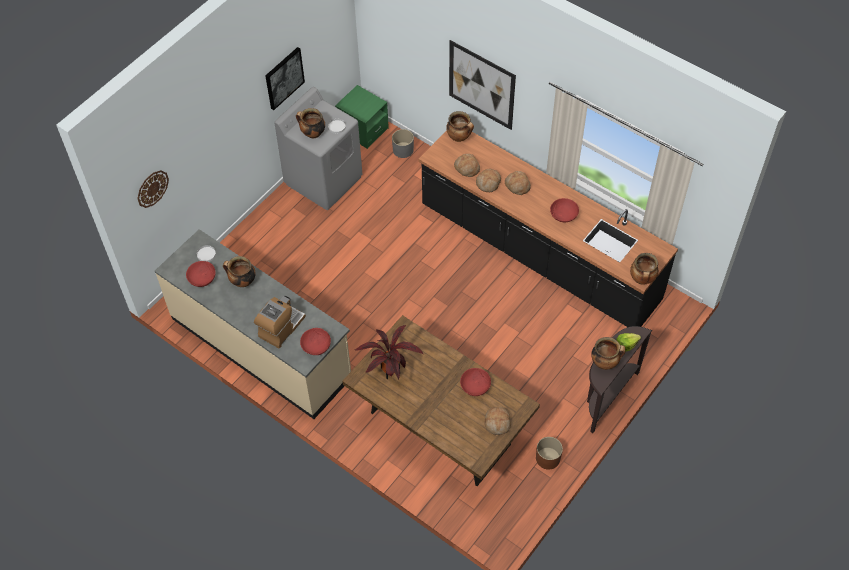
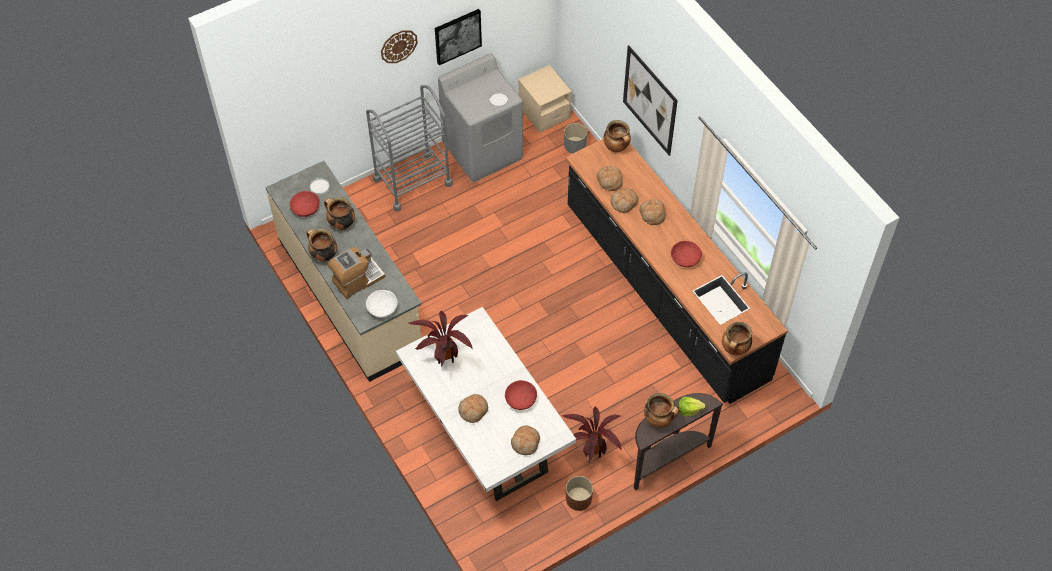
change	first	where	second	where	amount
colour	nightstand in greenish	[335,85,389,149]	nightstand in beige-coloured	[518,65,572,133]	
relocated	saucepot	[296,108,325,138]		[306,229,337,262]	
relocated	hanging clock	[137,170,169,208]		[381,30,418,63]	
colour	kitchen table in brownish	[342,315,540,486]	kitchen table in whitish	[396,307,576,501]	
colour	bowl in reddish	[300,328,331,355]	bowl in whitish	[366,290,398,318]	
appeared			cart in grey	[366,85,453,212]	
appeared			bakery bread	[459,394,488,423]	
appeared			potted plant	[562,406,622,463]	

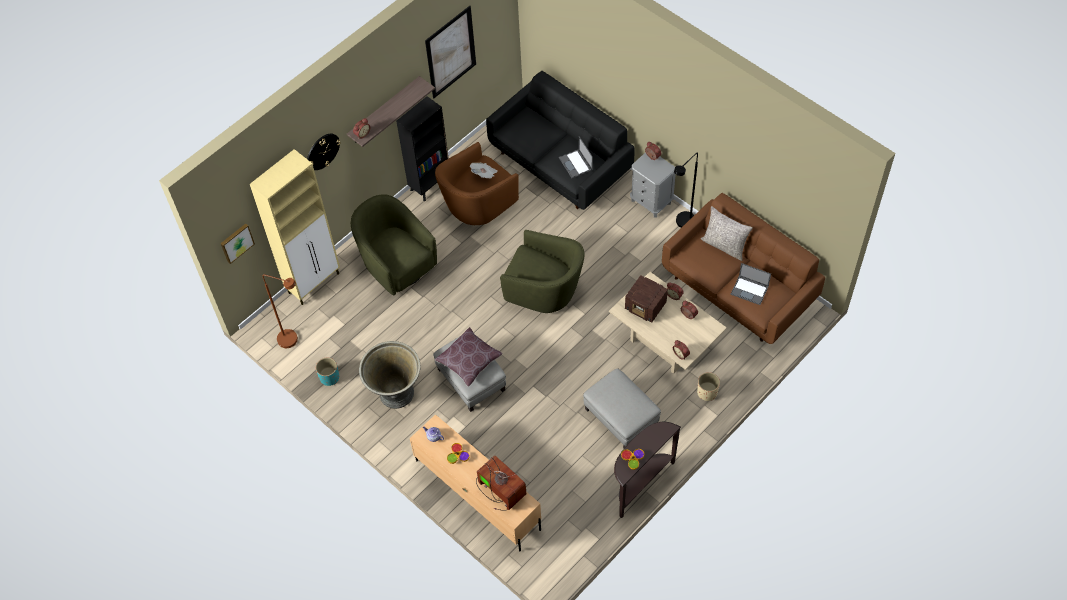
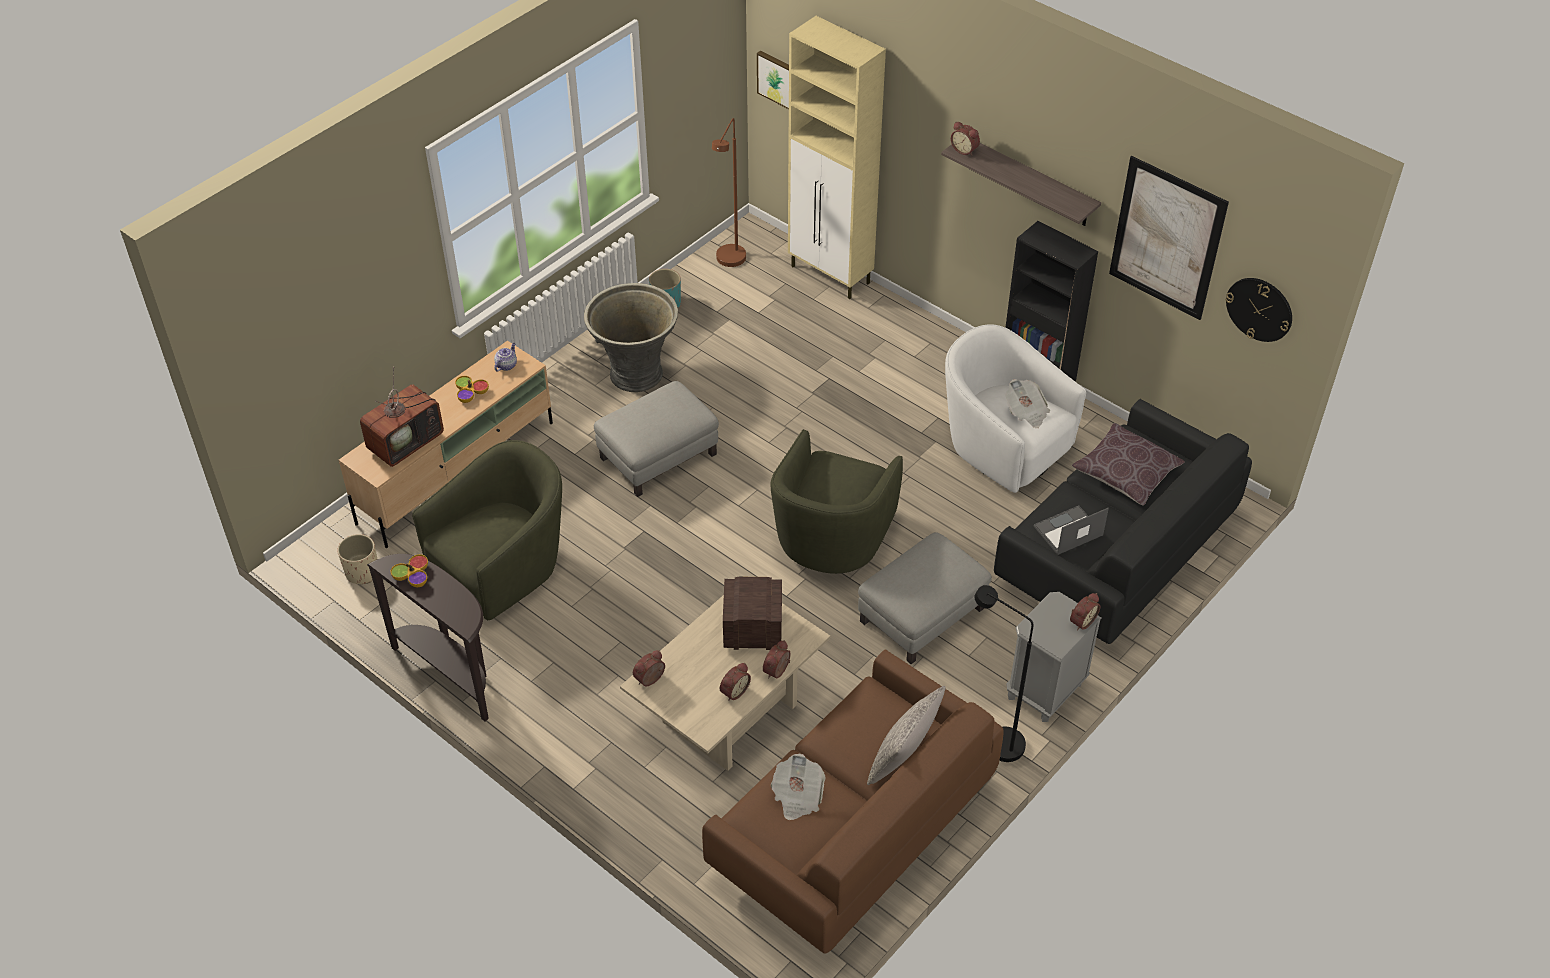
change	first	where	second	where	amount
relocated	hanging clock	[307,134,341,170]		[1226,278,1292,342]	
colour	lounge chair in brownish	[435,142,519,225]	lounge chair in whitish	[945,324,1086,493]	
relocated	lounge chair in greenish	[351,194,437,296]		[412,440,562,620]	
exchanged	portable computer	[731,263,771,305]	newspaper	[771,754,826,820]	
spun	radio receiver	[625,275,668,323]		[723,577,782,650]	60 degrees clockwise
relocated	cushion in brownish	[435,327,503,387]		[1072,423,1185,505]	
relocated	pouffe in grey	[583,368,661,448]		[858,532,992,664]	
relocated	plant pot in beige-coloured	[697,372,720,401]		[337,534,377,584]	

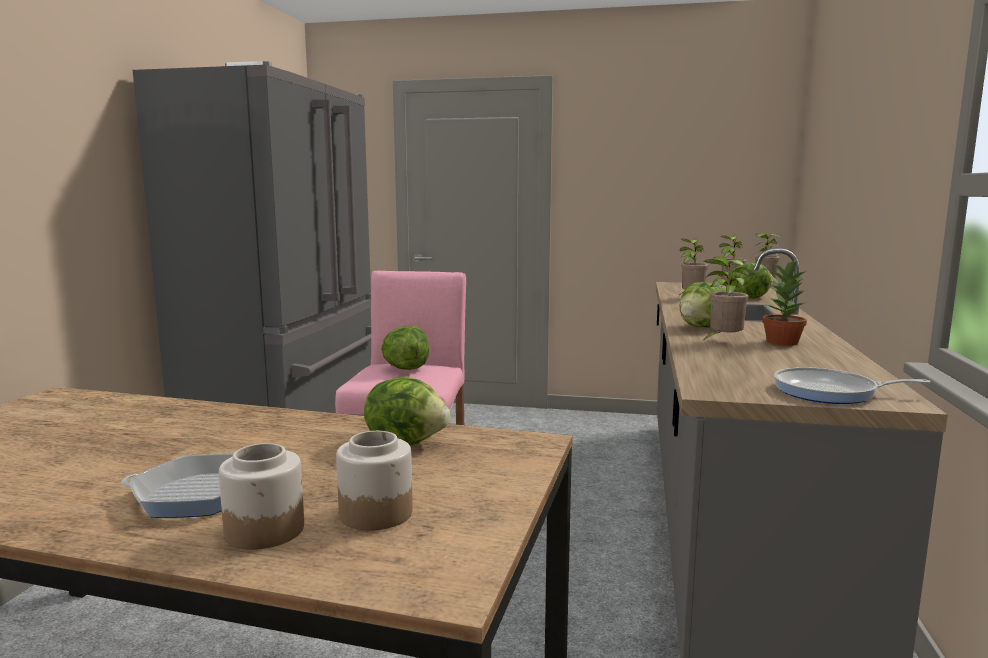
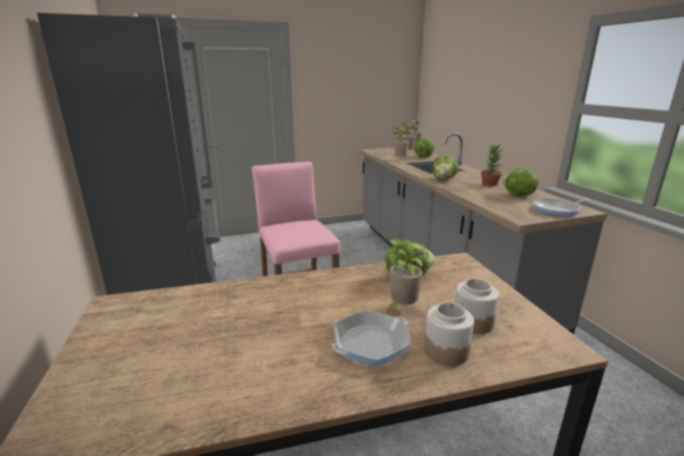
change	first	where	second	where	amount
relocated	potted plant	[704,257,750,339]		[386,238,423,313]	
relocated	lettuce	[381,326,429,370]		[502,168,539,196]	

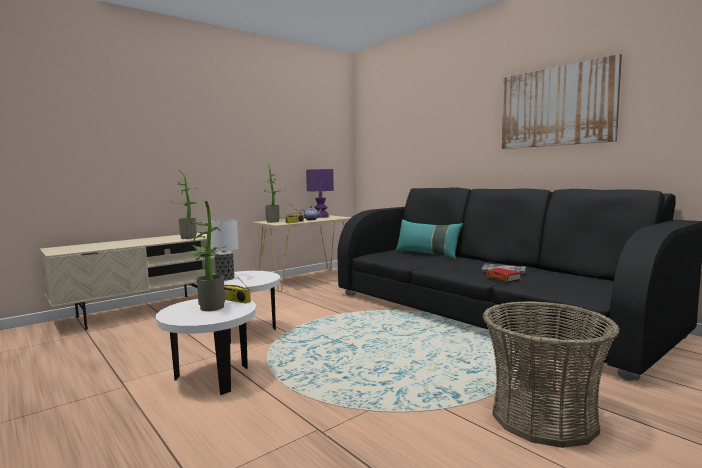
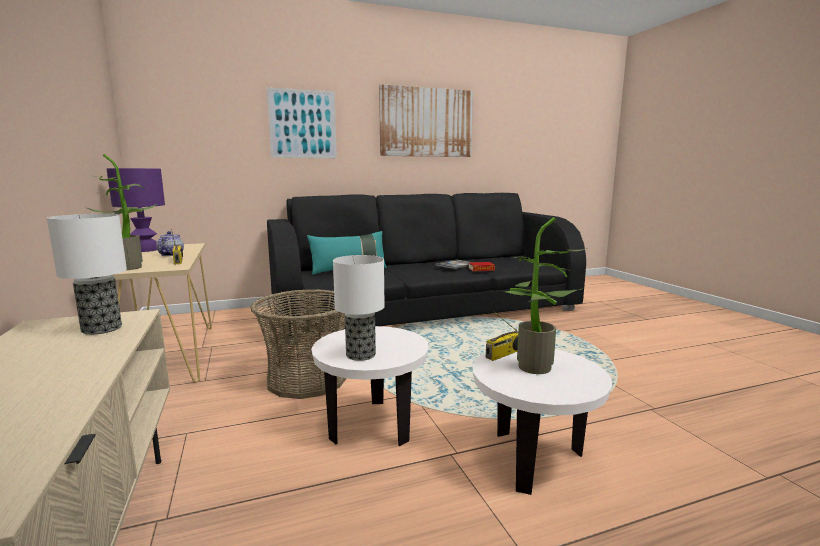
change	first	where	second	where	amount
exchanged	potted plant	[170,170,207,239]	tabletop lamp	[47,214,127,335]	
relocated	household basket	[483,301,620,448]		[251,289,347,399]	
appeared			wall art	[267,87,337,158]	

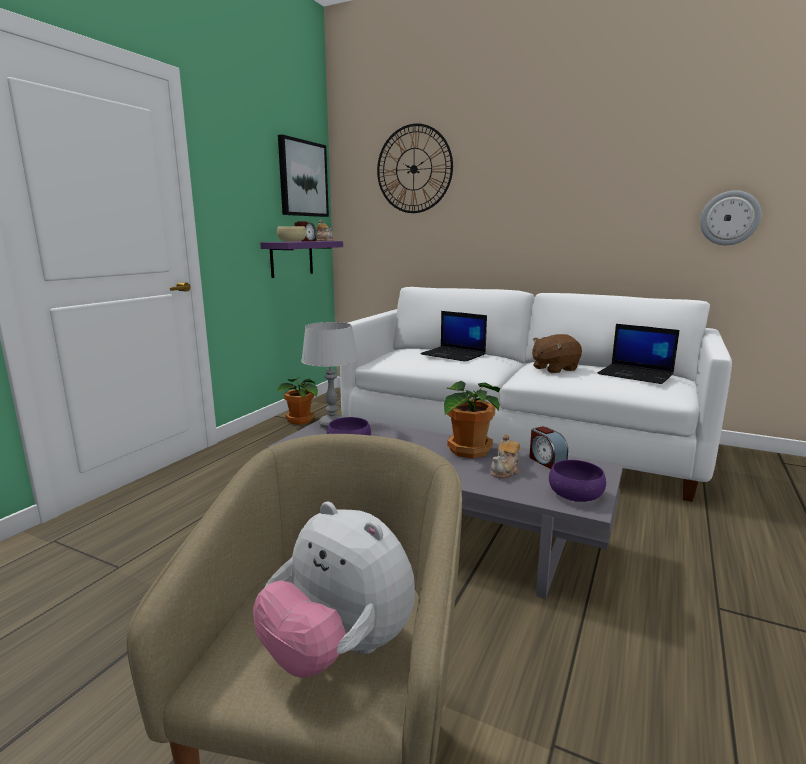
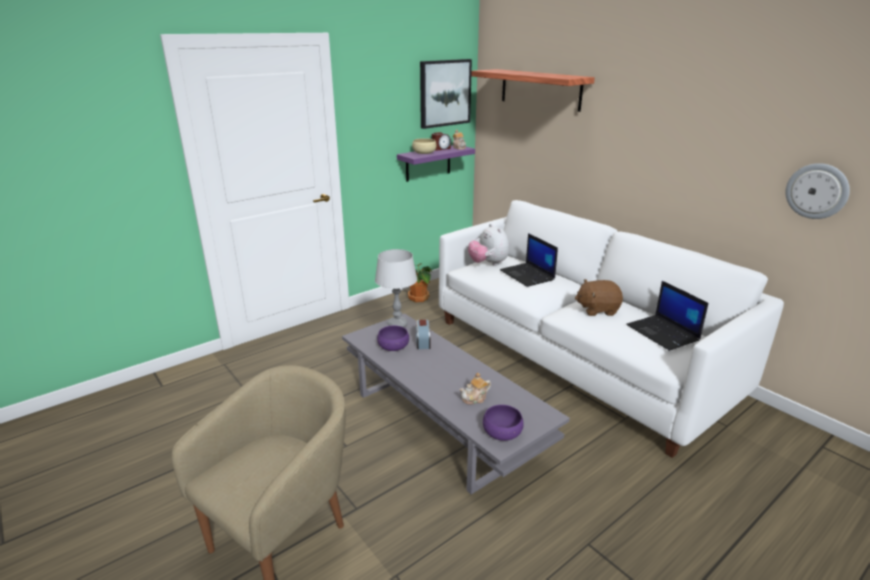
change	first	where	second	where	amount
exchanged	hanging clock	[377,123,453,213]	bracket shelf	[471,69,595,112]	
missing	potted plant	[444,381,501,458]			
relocated	bedside clock	[529,426,568,469]		[416,320,430,349]	
relocated	soft toy	[253,502,415,678]		[468,224,510,266]	

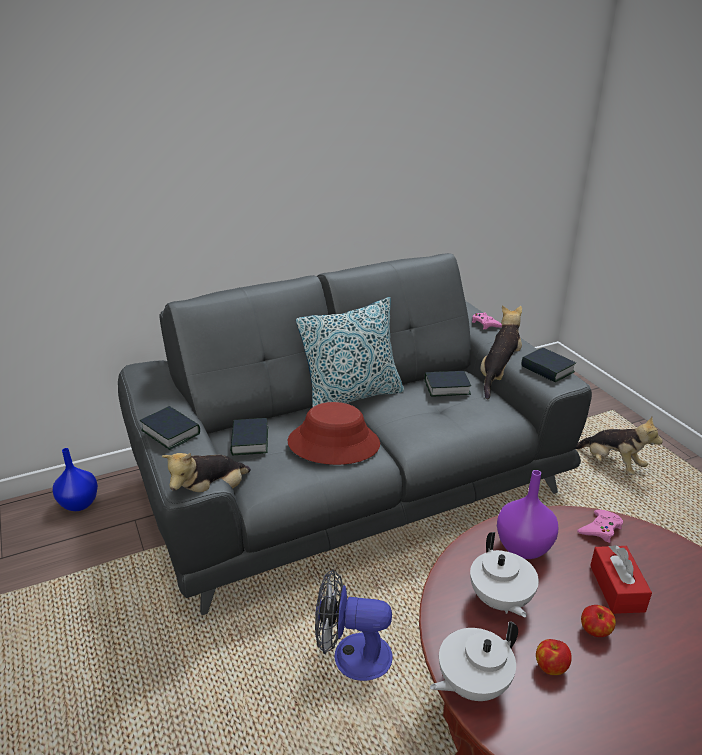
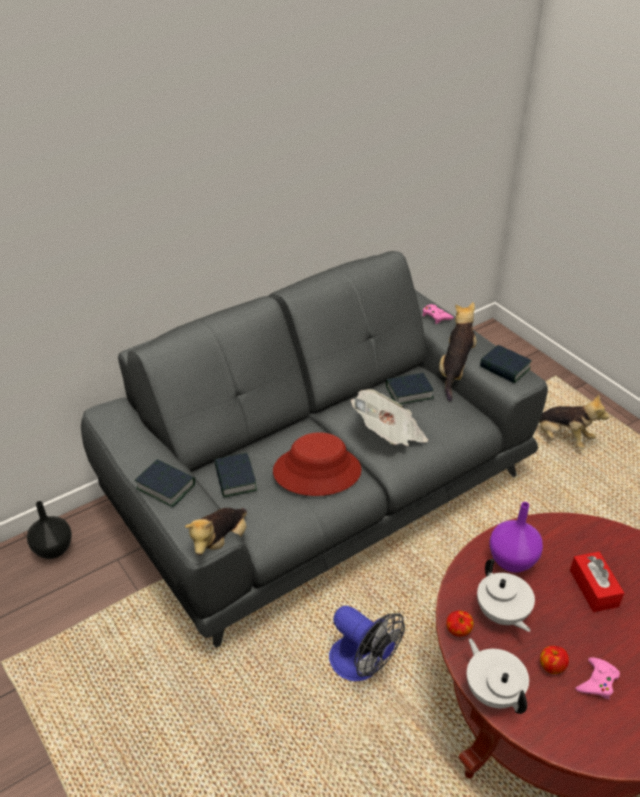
change	first	where	second	where	amount
missing	cushion	[296,297,404,408]			
colour	flower vase in blue	[53,448,98,511]	flower vase in black-coloured	[27,501,72,559]	
relocated	game controller in pink-coloured	[577,510,623,543]		[575,657,620,700]	
spun	cooling fan	[315,569,393,681]		[329,606,405,681]	135 degrees counterclockwise
relocated	apple fruit	[581,605,616,637]		[446,611,474,637]	
spun	teapot in whitish	[430,621,518,701]		[467,638,529,714]	105 degrees clockwise
appeared			newspaper	[351,389,428,446]	

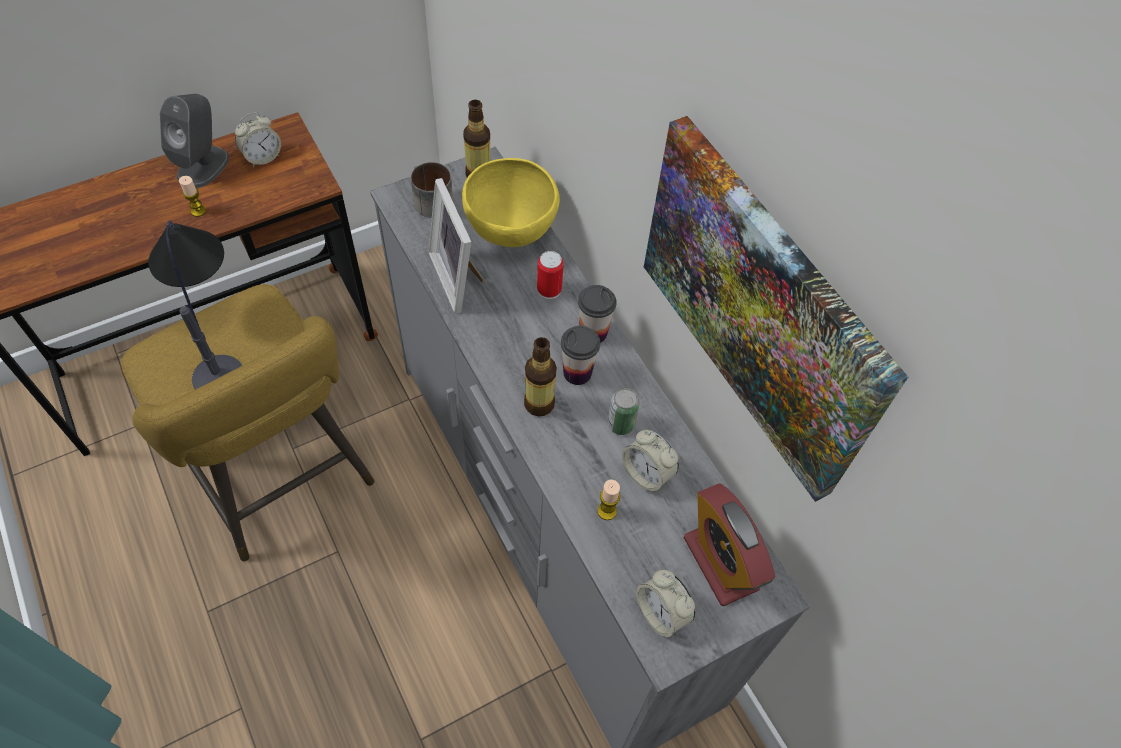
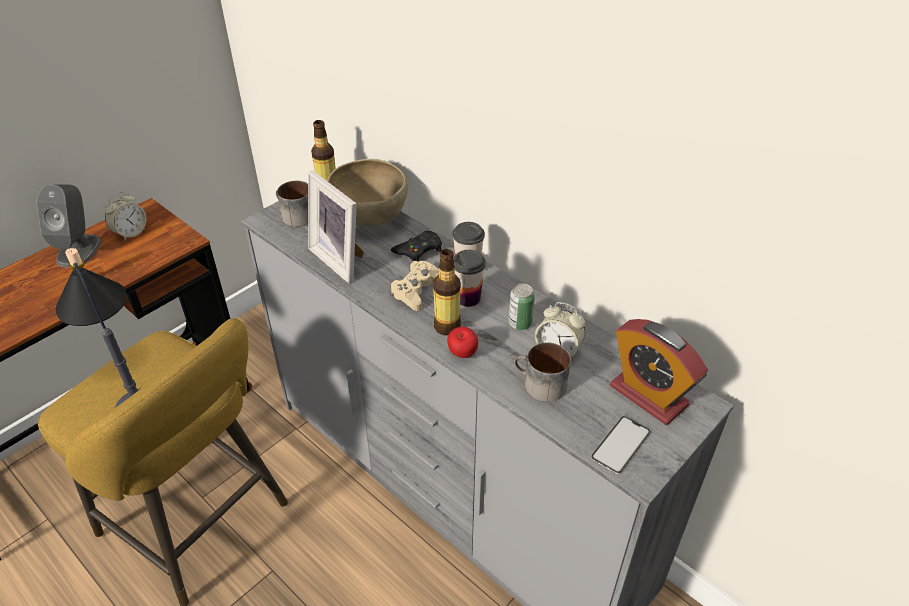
change	first	where	second	where	amount
missing	wall art	[644,116,908,502]			
colour	bowl in yellow-coloured	[462,158,560,247]	bowl in brownish	[327,159,408,227]	
exchanged	can	[537,251,564,299]	game controller in black-coloured	[391,230,442,262]	
exchanged	wax light	[597,480,620,520]	coffee mug	[514,342,571,402]	
exchanged	bedside clock	[636,570,695,637]	telephone	[591,416,651,474]	
appeared			game controller in beige-coloured	[390,261,439,311]	
appeared			apple fruit	[447,327,478,358]	

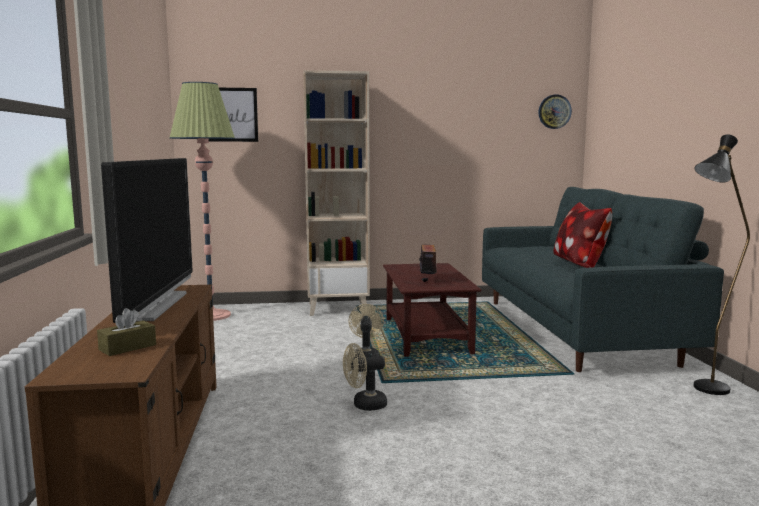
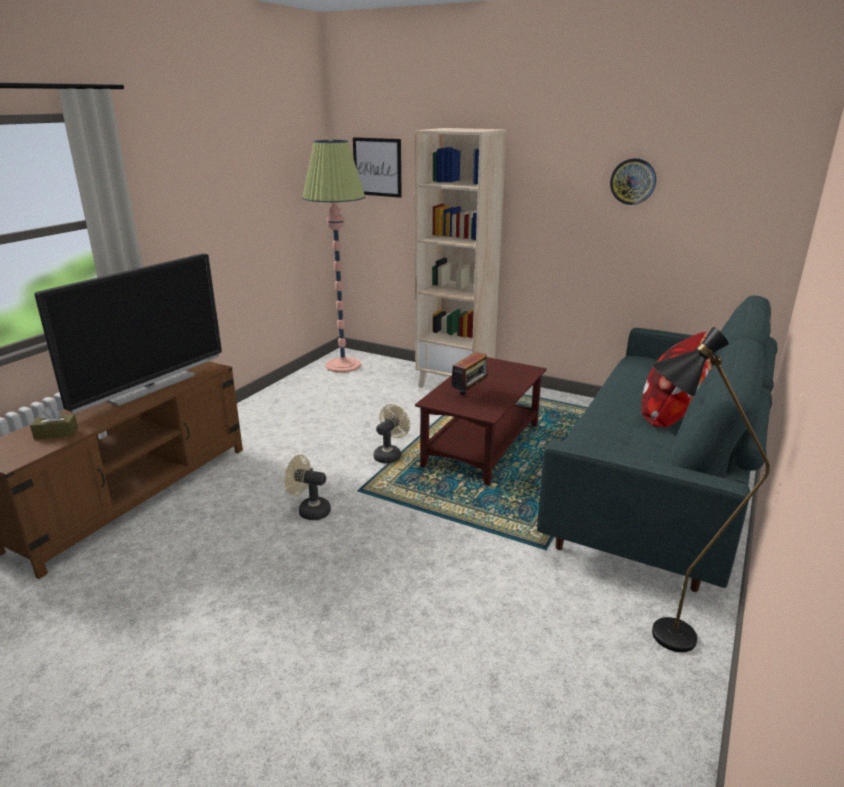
change	first	where	second	where	amount
relocated	hanging clock	[539,95,572,129]		[610,158,656,205]	

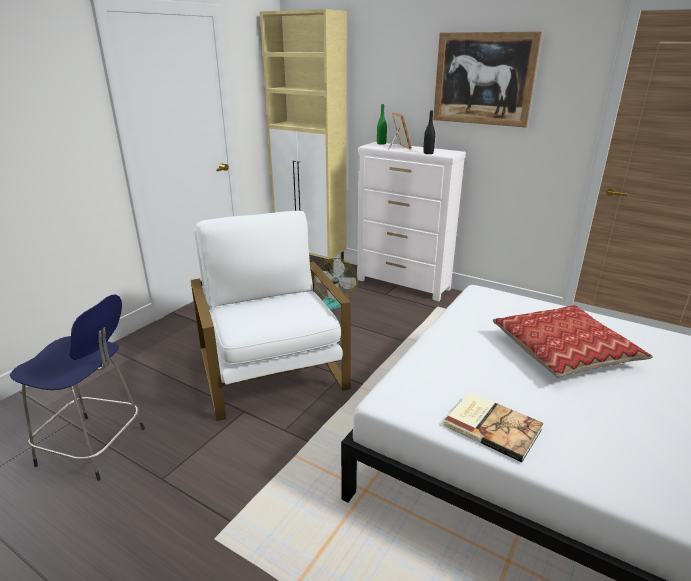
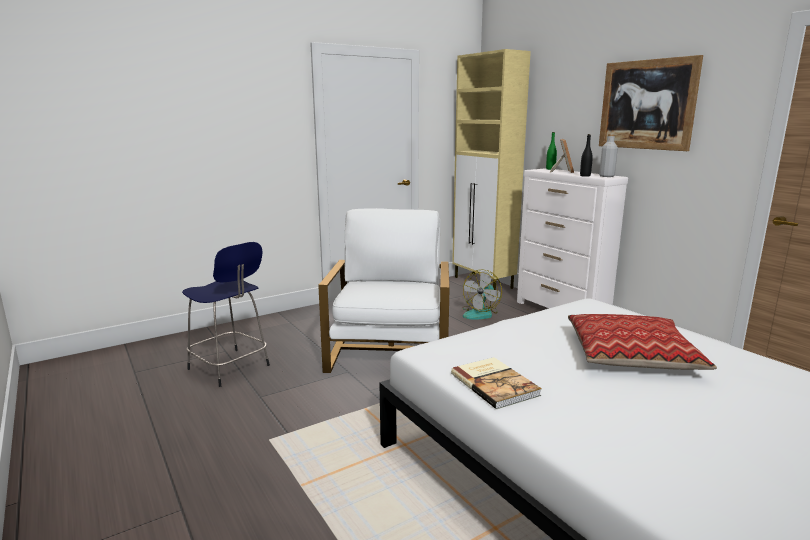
change	first	where	second	where	amount
appeared			beverage bottle in grey	[599,134,618,177]	

